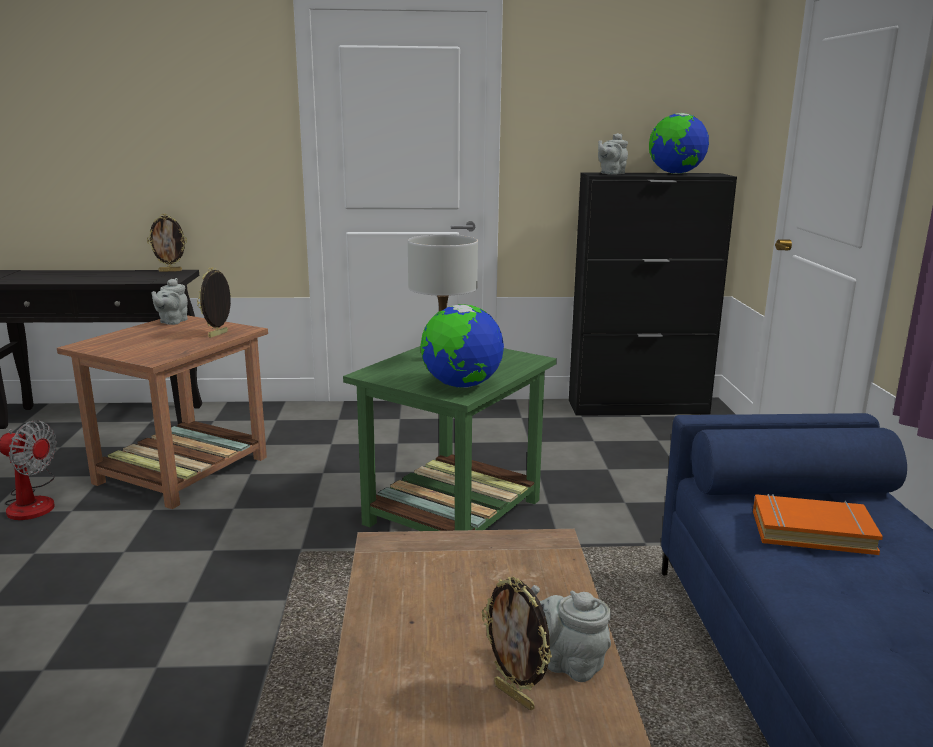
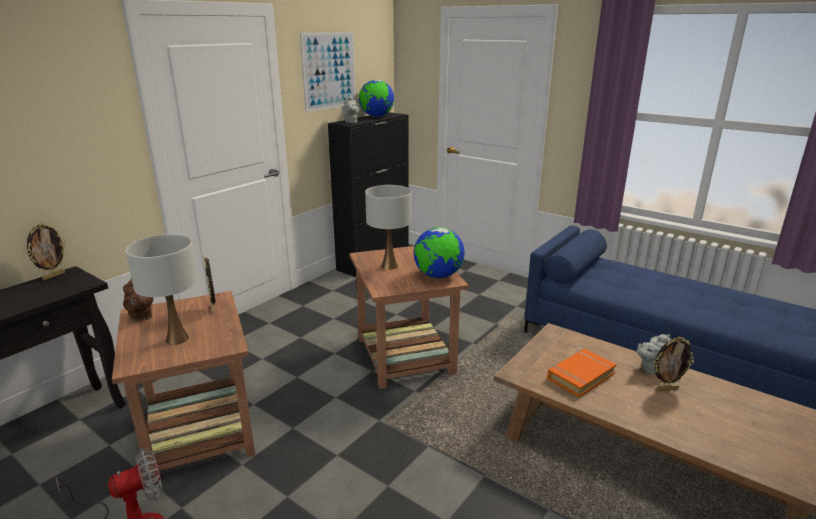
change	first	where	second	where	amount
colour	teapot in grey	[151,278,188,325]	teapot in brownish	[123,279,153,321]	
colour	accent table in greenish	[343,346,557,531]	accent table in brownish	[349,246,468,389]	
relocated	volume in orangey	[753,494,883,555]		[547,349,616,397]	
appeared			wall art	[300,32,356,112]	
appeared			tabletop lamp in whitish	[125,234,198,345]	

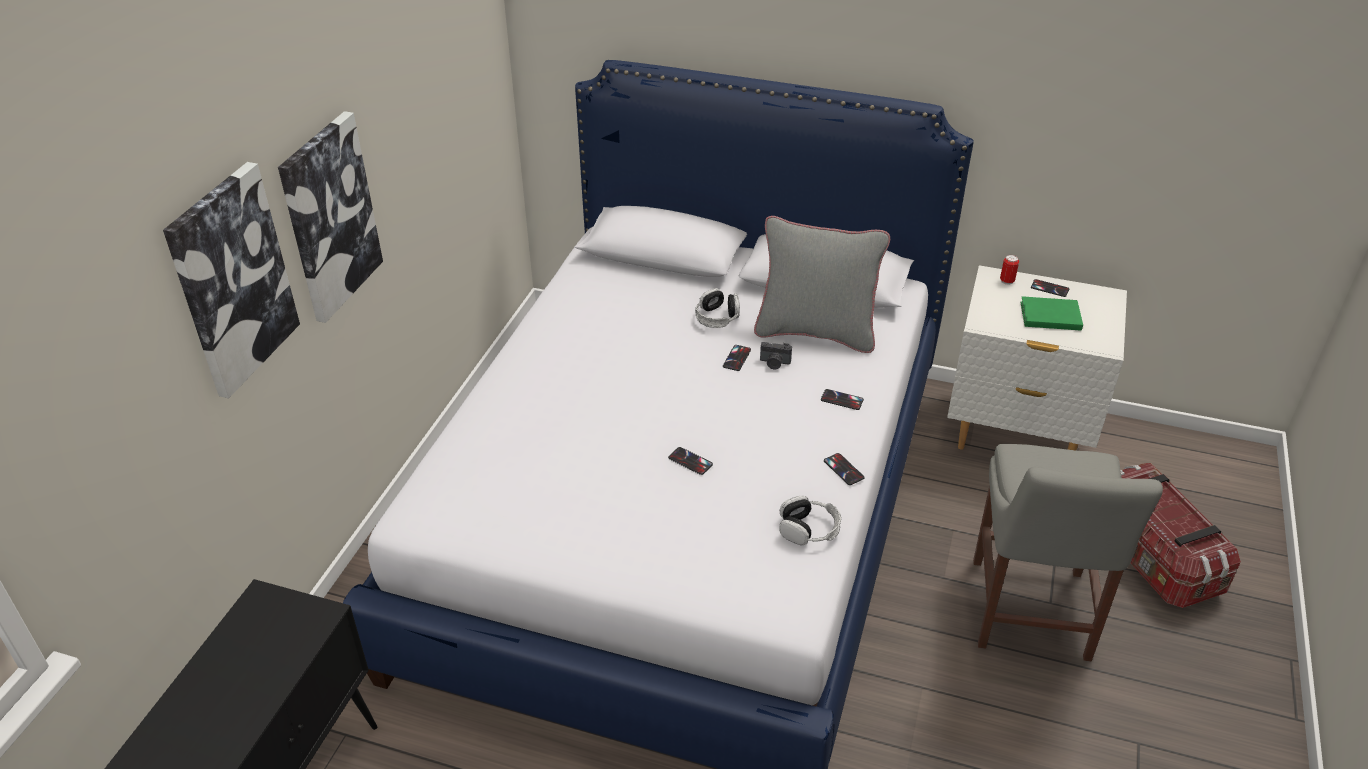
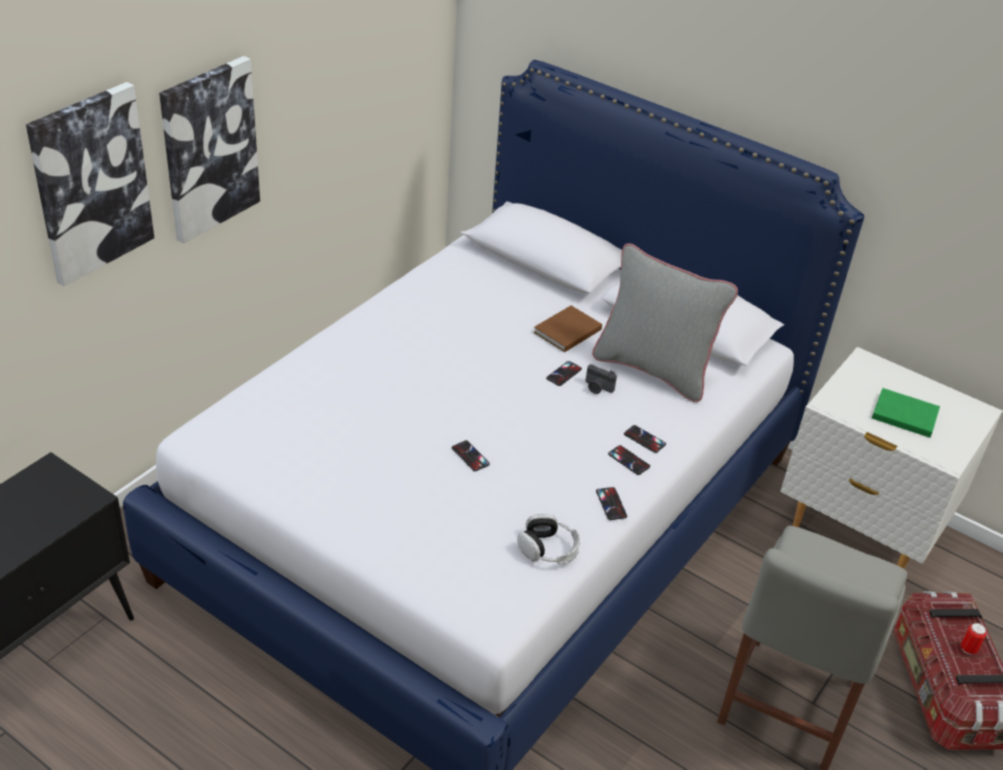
change	first	where	second	where	amount
relocated	can	[1000,255,1019,285]		[961,623,987,655]	
relocated	telephone	[1031,279,1069,297]		[608,445,650,475]	
exchanged	headset	[695,288,740,328]	volume in brownish	[534,305,602,352]	

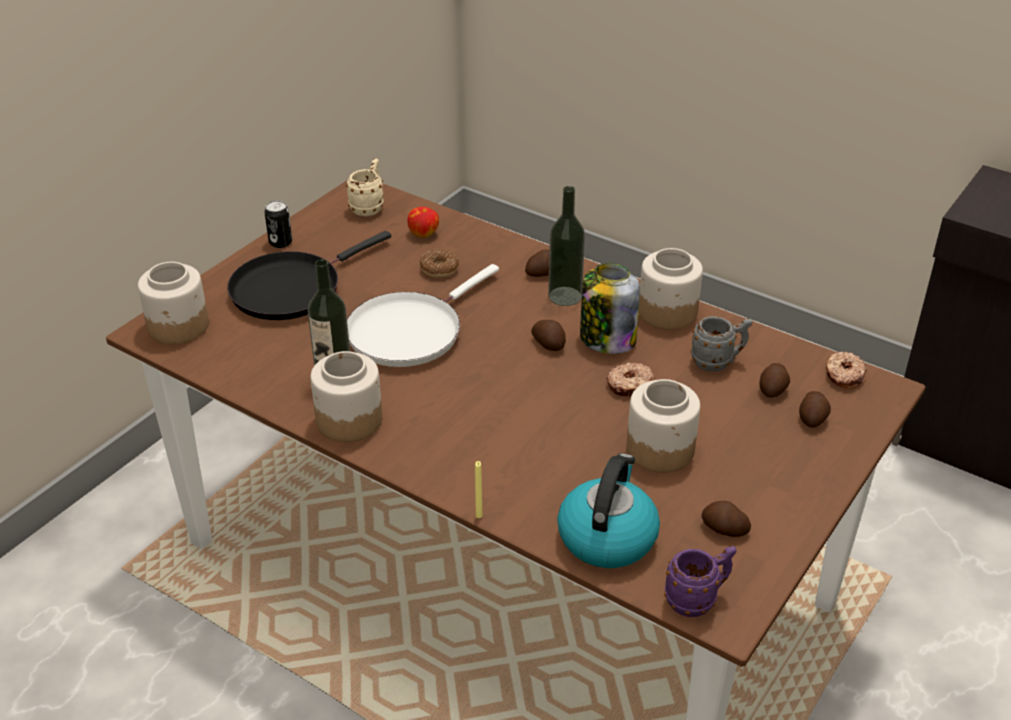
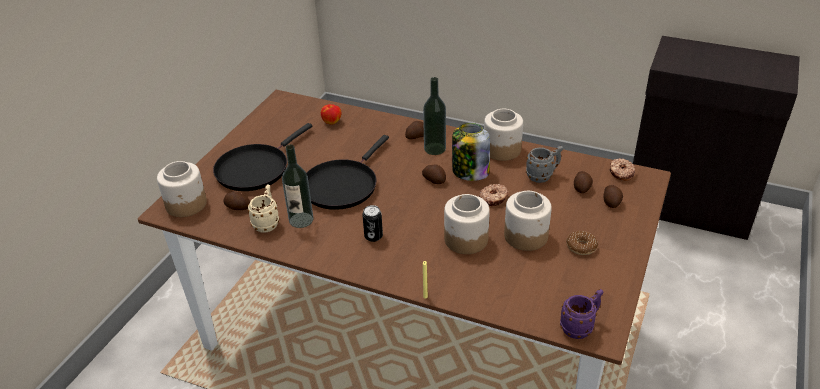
change	first	where	second	where	amount
relocated	coffee mug in beige-coloured	[346,158,384,216]		[248,184,279,233]	
relocated	can	[264,200,292,248]		[362,205,383,242]	
relocated	ring doughnut	[419,250,459,278]		[566,231,598,255]	
colour	skillet in whitish	[347,264,499,367]	skillet in black-coloured	[306,135,389,210]	
relocated	preserve jar	[311,351,382,442]		[444,194,490,254]	
missing	tea kettle	[557,453,660,568]			
relocated	potato	[702,501,751,537]		[224,191,250,210]	

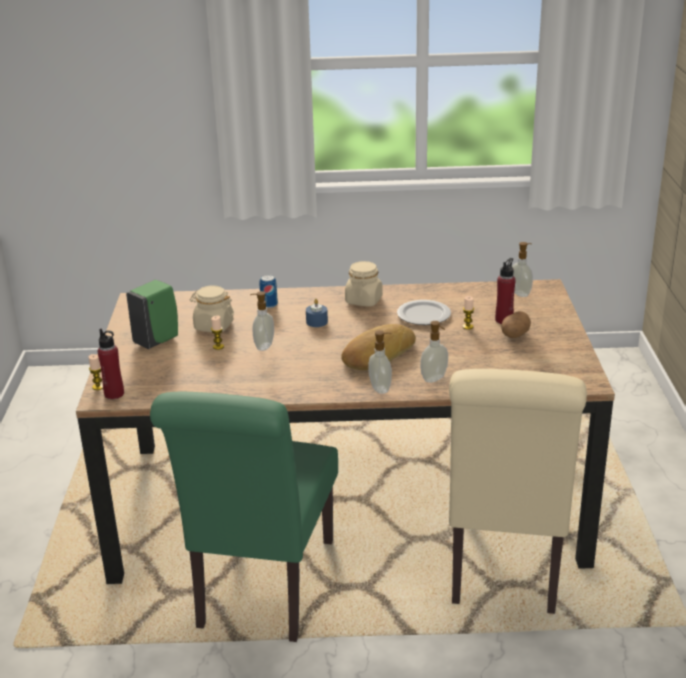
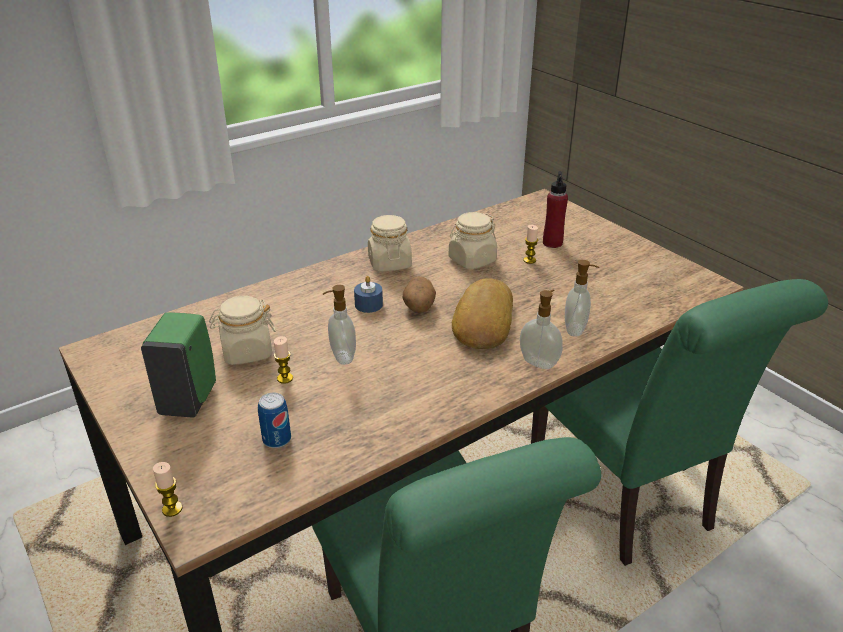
change	first	where	second	where	amount
missing	soap bottle	[512,242,533,297]			
relocated	can	[260,275,278,308]		[258,393,291,448]	
exchanged	plate	[397,300,451,325]	preserve jar in beige-coloured	[449,212,497,269]	
relocated	potato	[501,311,531,338]		[403,276,436,313]	
missing	beverage bottle in reddish	[98,329,124,399]			
colour	upright chair in beige-coloured	[449,369,587,614]	upright chair in greenish	[531,279,828,566]	

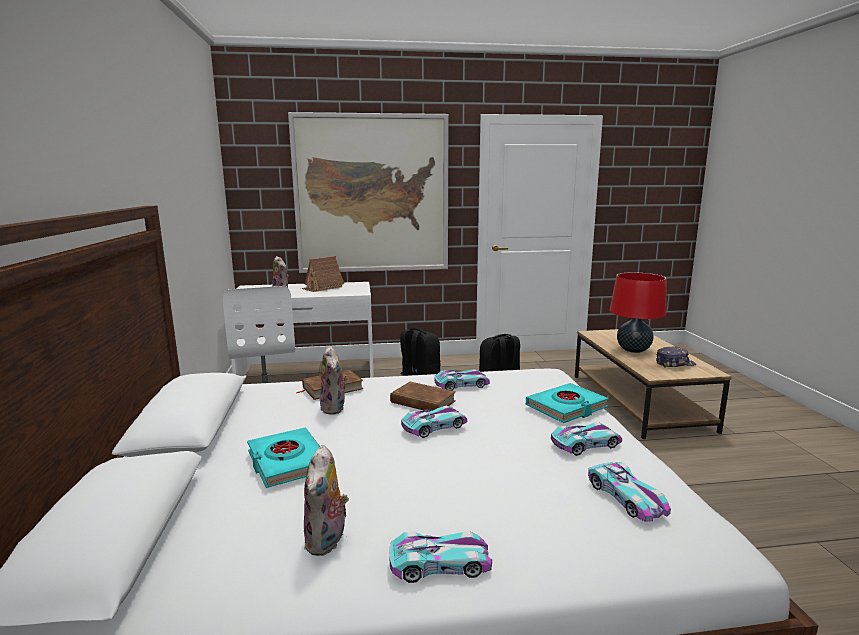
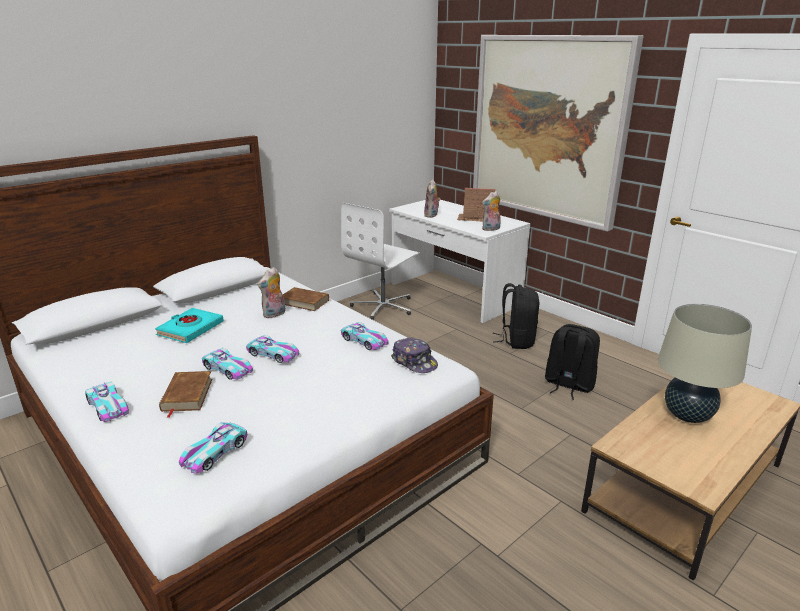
change	first	where	second	where	amount
colour	tabletop lamp in reddish	[610,273,666,353]	tabletop lamp in beige-coloured	[658,304,752,423]	
relocated	baseball cap	[656,346,696,368]		[391,338,438,373]	
relocated	volume in brownish	[390,382,456,412]		[159,371,212,418]	
missing	volume in blue-green	[526,383,609,423]			
relocated	model car	[551,422,622,456]		[202,348,253,380]	
relocated	soft toy	[304,445,349,556]		[482,191,501,231]	

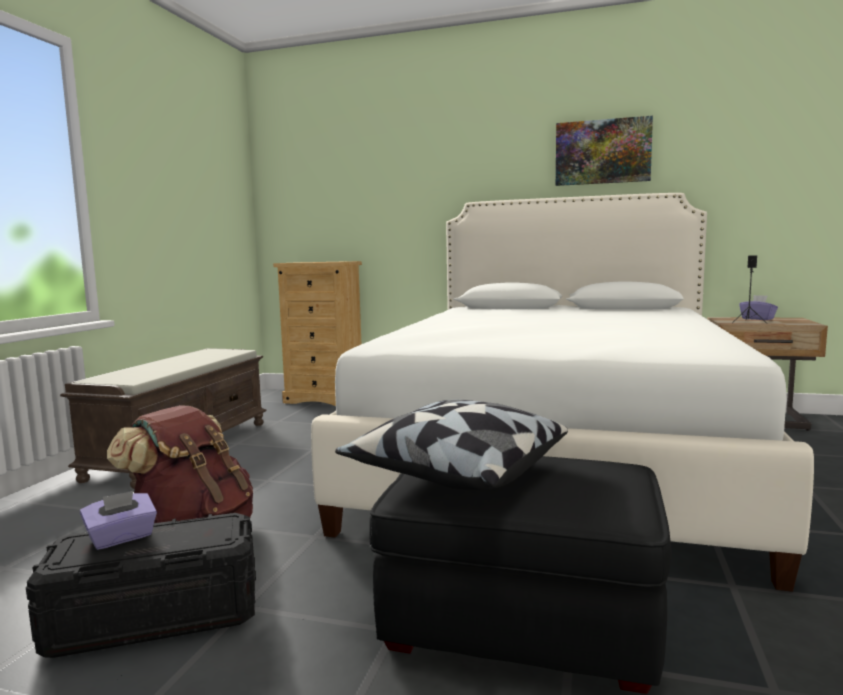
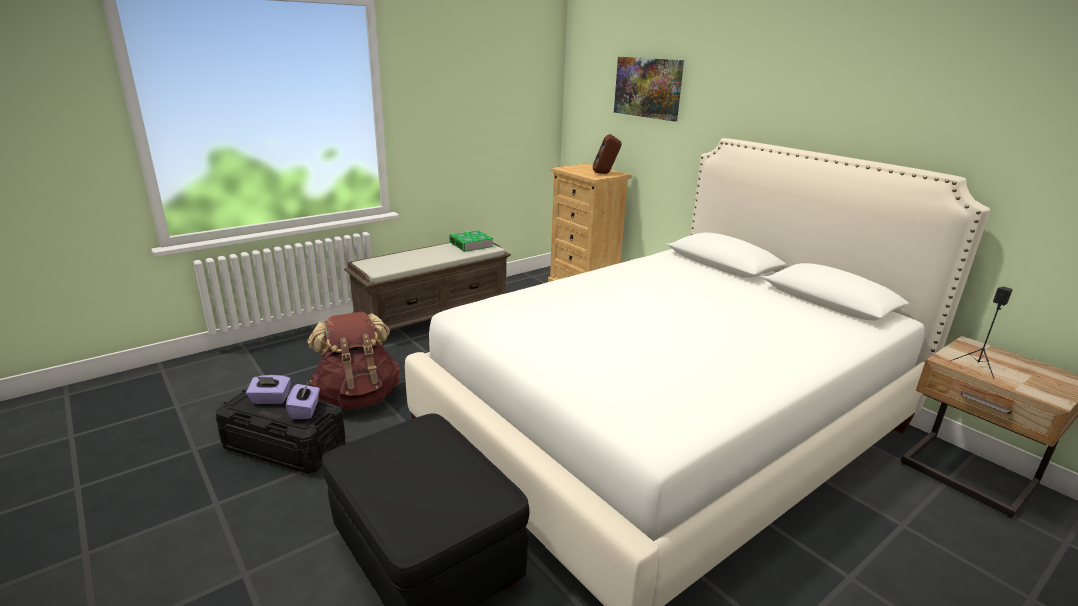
change	first	where	second	where	amount
relocated	wall art	[556,116,653,186]		[614,57,684,121]	
relocated	tissue holder in purple-coloured	[739,295,778,320]		[286,381,320,419]	
missing	cushion	[335,400,568,490]			
appeared			audio speaker in brownish	[593,134,622,174]	
appeared			volume	[449,230,493,252]	

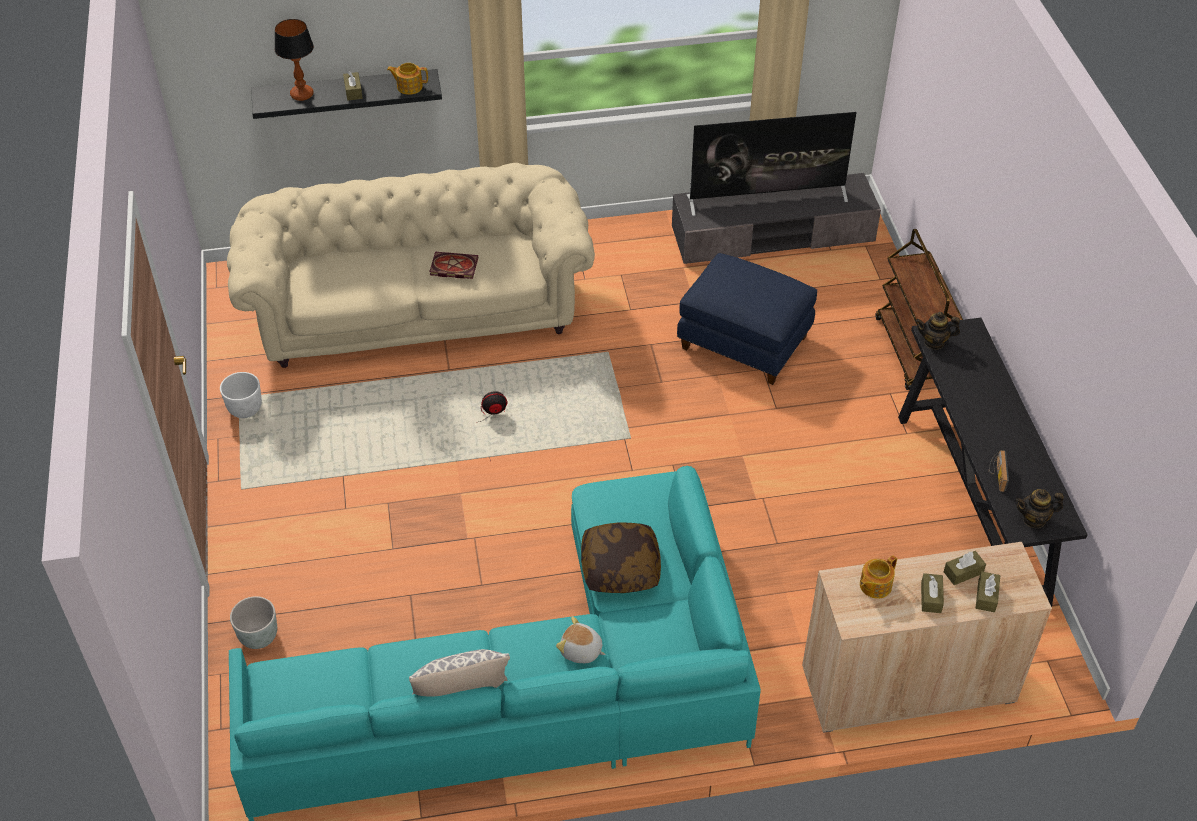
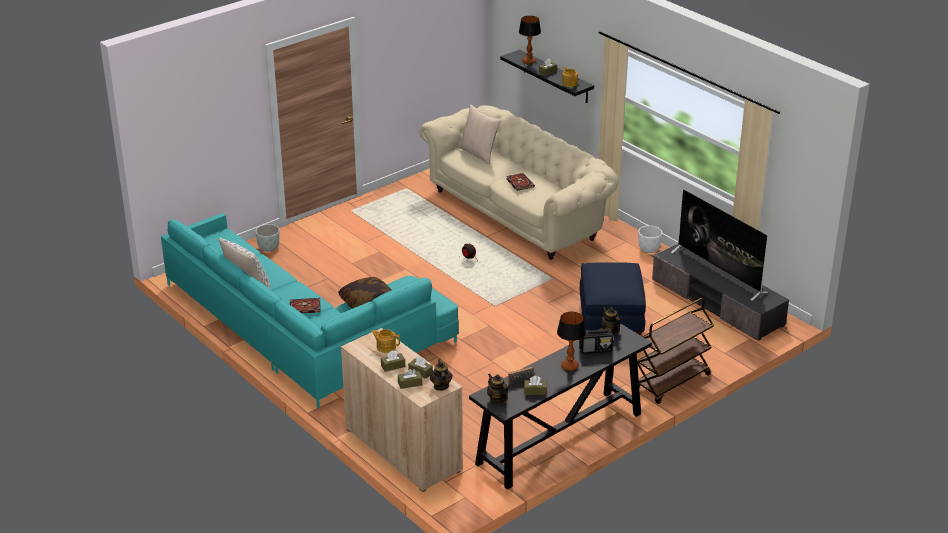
change	first	where	second	where	amount
relocated	plant pot in whitish	[220,372,262,418]		[638,226,662,253]	
exchanged	soft toy	[556,616,606,663]	volume	[290,298,321,313]	
appeared			cushion in beige-coloured	[458,105,501,164]	
appeared			tabletop lamp	[557,311,586,371]	
appeared			radio receiver	[579,329,613,354]	
appeared			teapot	[430,359,452,391]	
appeared			tissue holder in brownish	[524,376,547,395]	

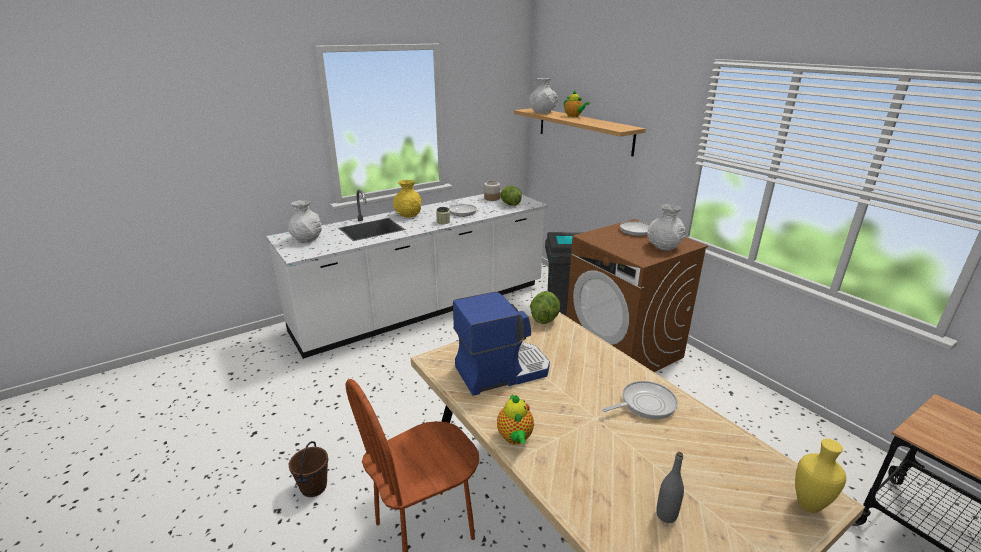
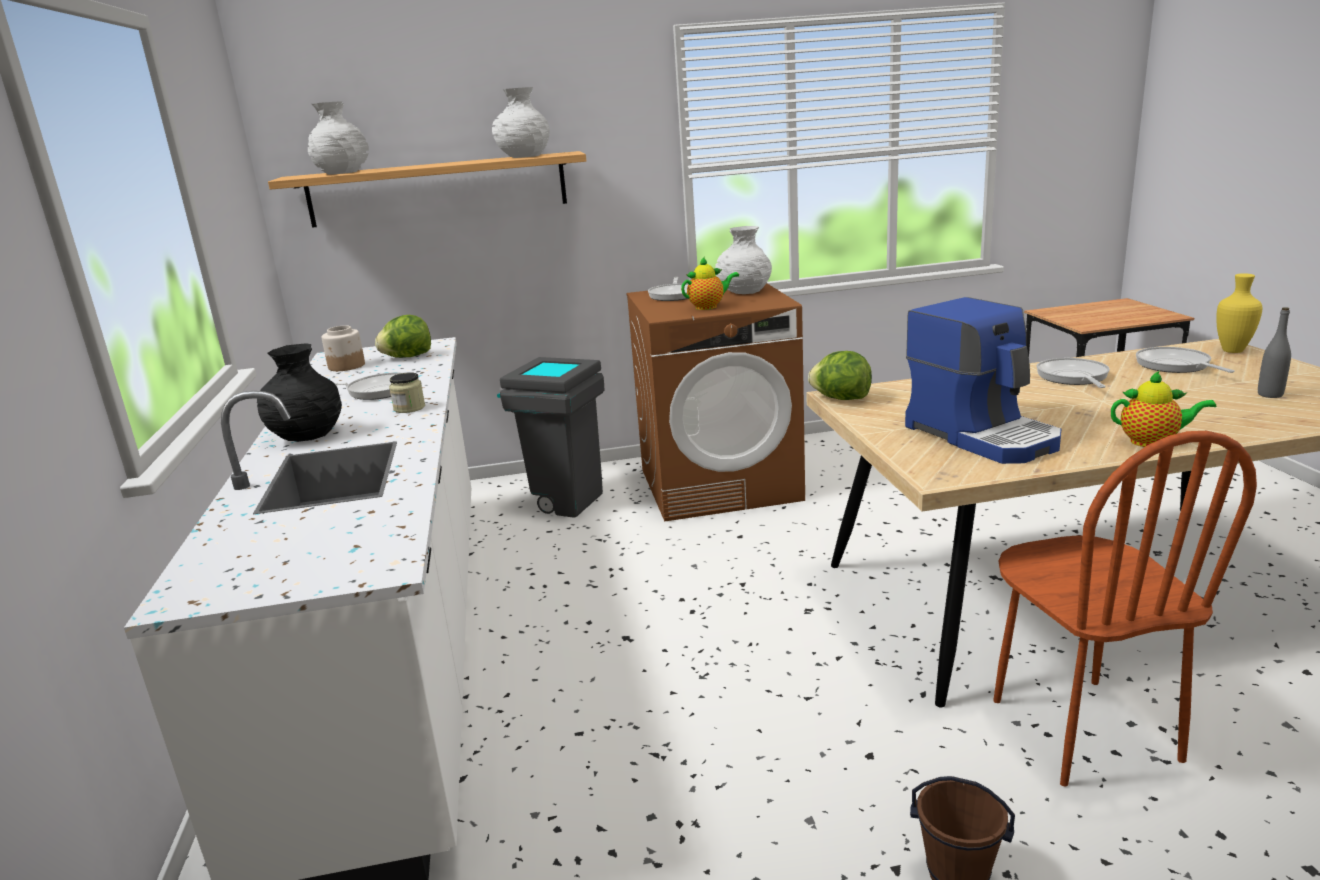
change	first	where	second	where	amount
relocated	teapot	[564,90,590,117]		[681,257,739,310]	
colour	flower vase in yellow-coloured	[393,180,421,218]	flower vase in black-coloured	[257,343,342,442]	
relocated	flower vase in whitish	[288,200,322,243]		[492,87,550,158]	
spun	coffee maker	[453,292,550,396]		[905,297,1061,464]	150 degrees clockwise
appeared			skillet	[1136,347,1235,373]	

